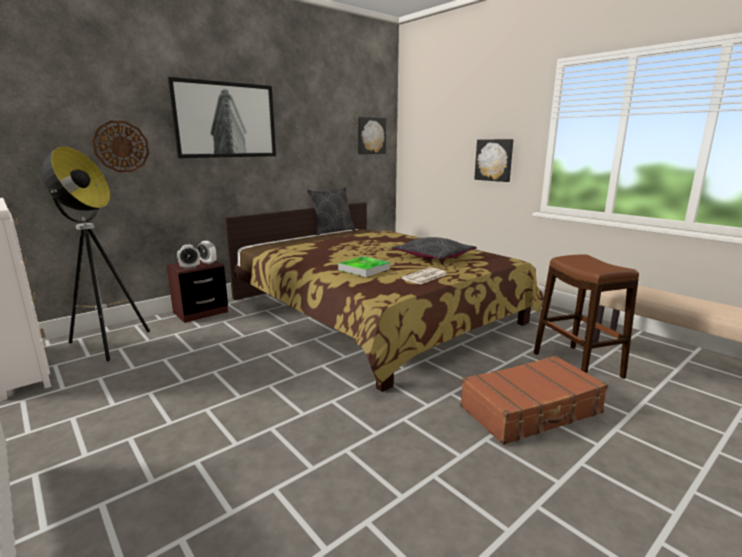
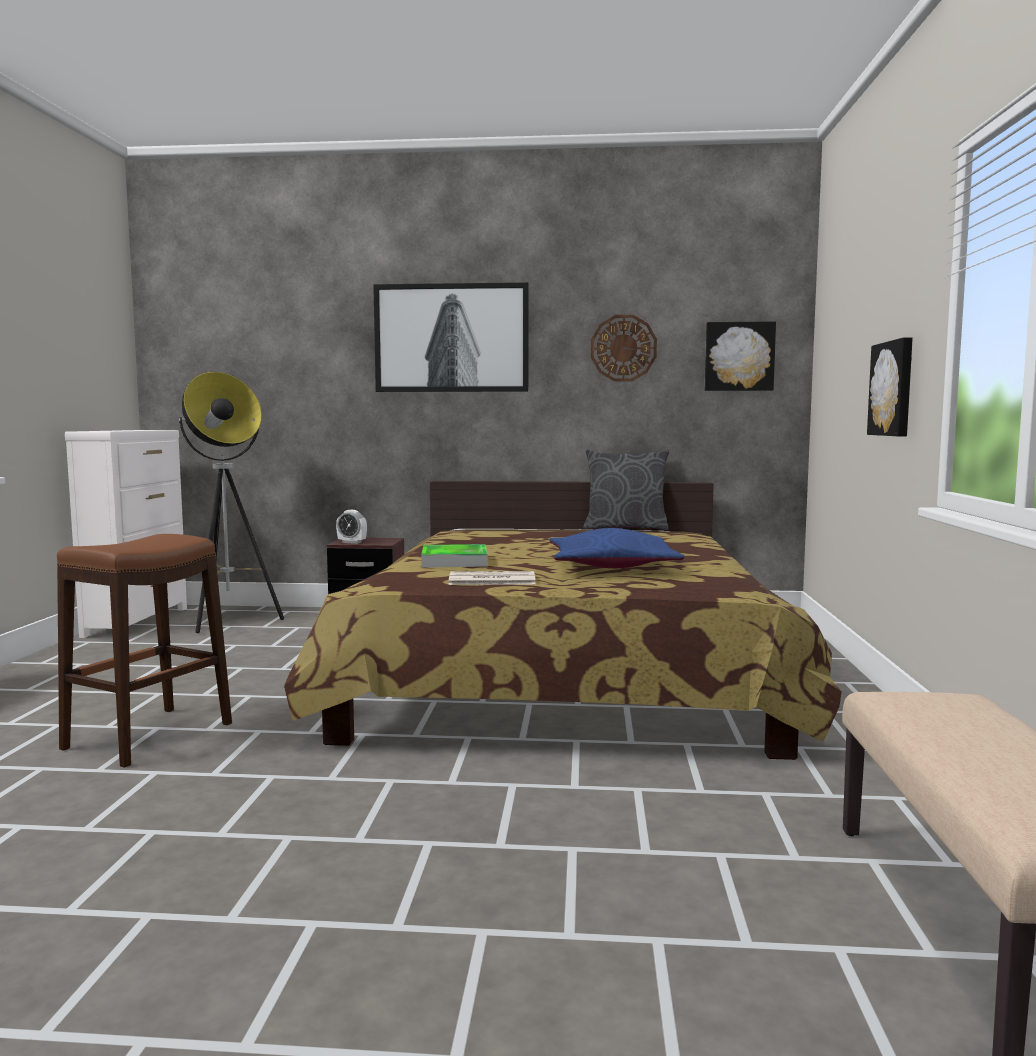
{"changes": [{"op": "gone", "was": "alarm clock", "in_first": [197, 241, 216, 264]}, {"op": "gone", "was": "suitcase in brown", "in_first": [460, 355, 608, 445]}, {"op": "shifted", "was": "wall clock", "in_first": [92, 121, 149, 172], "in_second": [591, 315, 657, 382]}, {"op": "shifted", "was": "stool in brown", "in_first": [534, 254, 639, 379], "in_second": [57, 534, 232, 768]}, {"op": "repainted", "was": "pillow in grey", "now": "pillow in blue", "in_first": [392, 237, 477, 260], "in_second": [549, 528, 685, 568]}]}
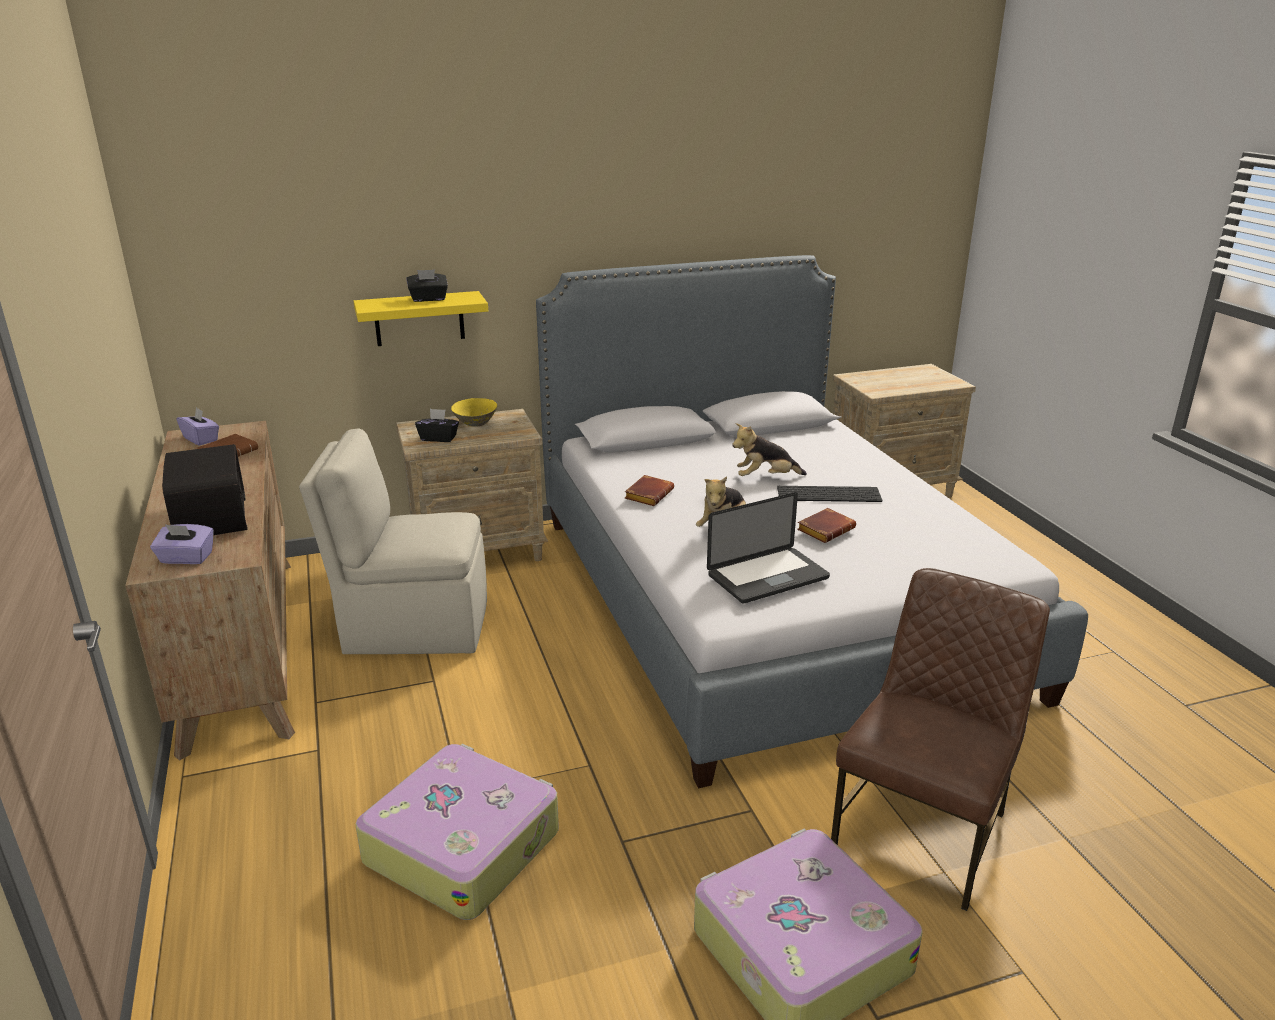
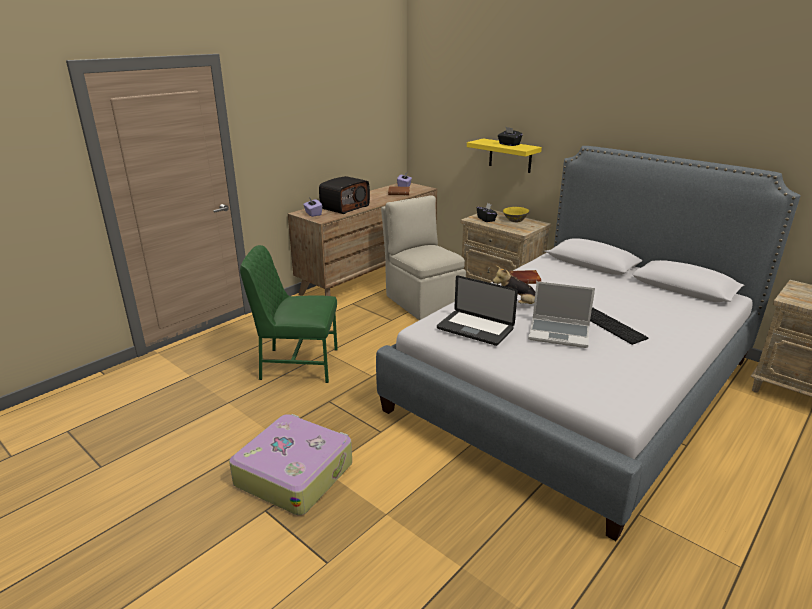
{"changes": [{"op": "gone", "was": "plush toy", "in_first": [732, 423, 807, 476]}, {"op": "gone", "was": "chair in brown", "in_first": [831, 568, 1050, 911]}, {"op": "swapped", "was": "suitcase", "now": "chair in green", "in_first": [355, 744, 559, 920], "in_second": [240, 245, 338, 383]}, {"op": "swapped", "was": "book in brown", "now": "laptop", "in_first": [797, 508, 856, 543], "in_second": [528, 281, 595, 348]}]}
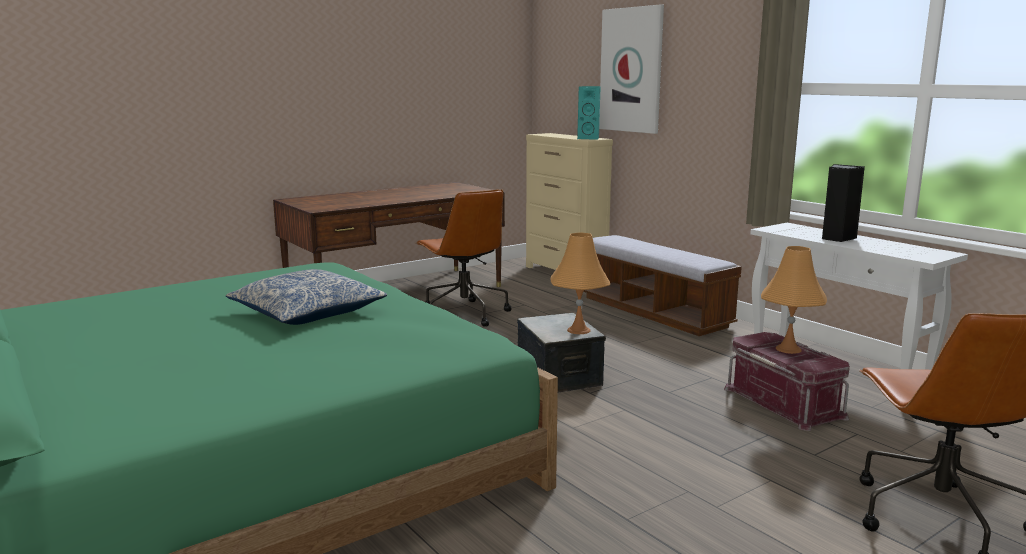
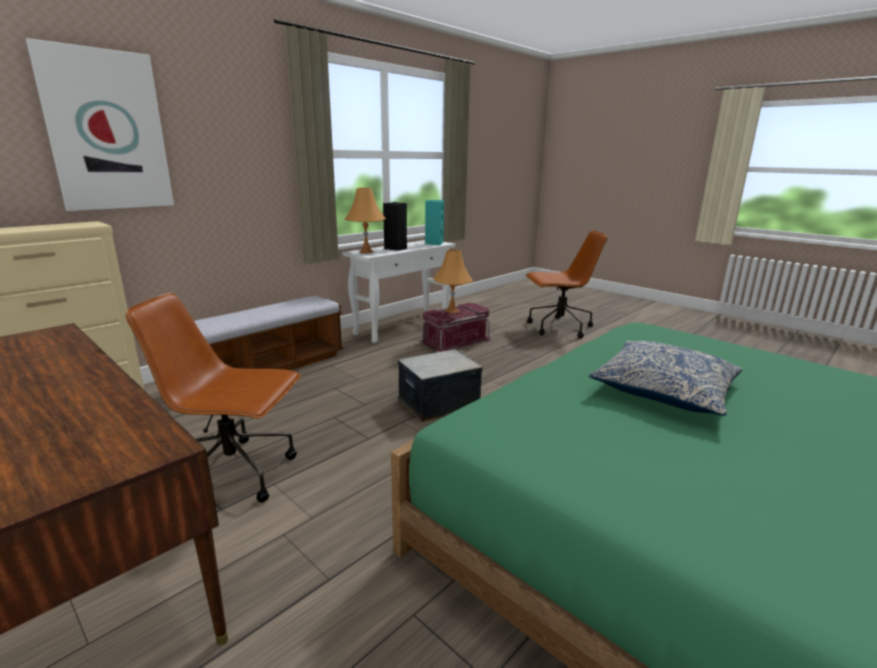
{"changes": [{"op": "shifted", "was": "table lamp in orange", "in_first": [551, 233, 610, 334], "in_second": [345, 188, 386, 254]}, {"op": "shifted", "was": "speaker in turquoise", "in_first": [577, 86, 601, 140], "in_second": [425, 200, 444, 245]}, {"op": "rotated", "was": "office chair in brown", "in_first": [416, 189, 512, 327], "in_second": [126, 293, 301, 502], "clockwise": -135}]}
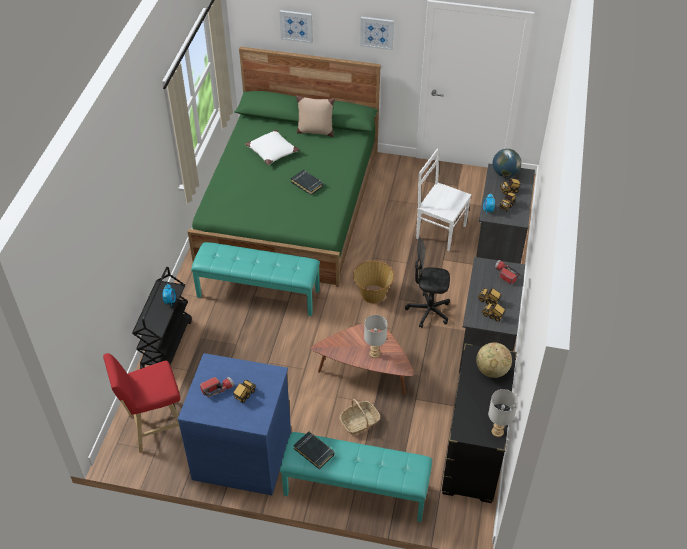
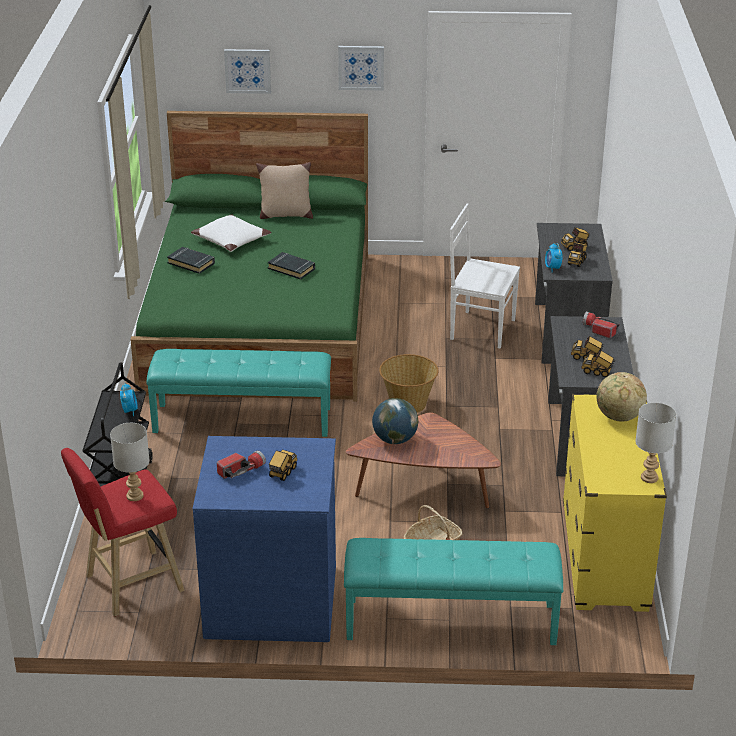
{"changes": [{"op": "gone", "was": "office chair in black", "in_first": [405, 237, 450, 328]}, {"op": "shifted", "was": "book in black", "in_first": [293, 432, 334, 469], "in_second": [167, 247, 215, 274]}, {"op": "shifted", "was": "table lamp in grey", "in_first": [364, 315, 387, 358], "in_second": [110, 423, 150, 501]}, {"op": "shifted", "was": "globe", "in_first": [493, 149, 521, 177], "in_second": [372, 398, 418, 444]}, {"op": "repainted", "was": "dresser in black", "now": "dresser in yellow", "in_first": [441, 343, 517, 503], "in_second": [563, 394, 667, 612]}]}
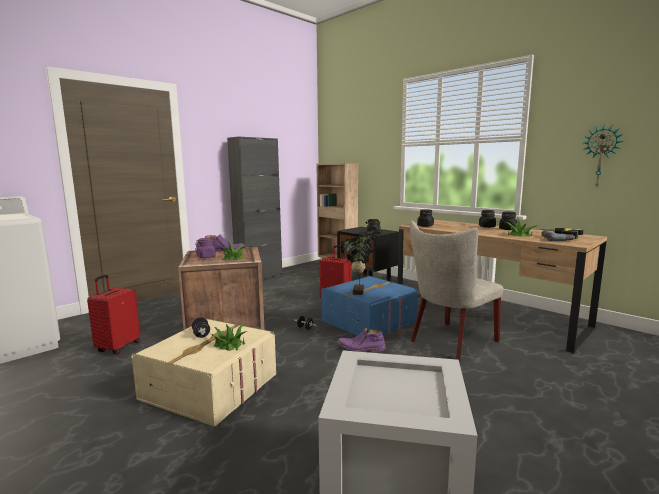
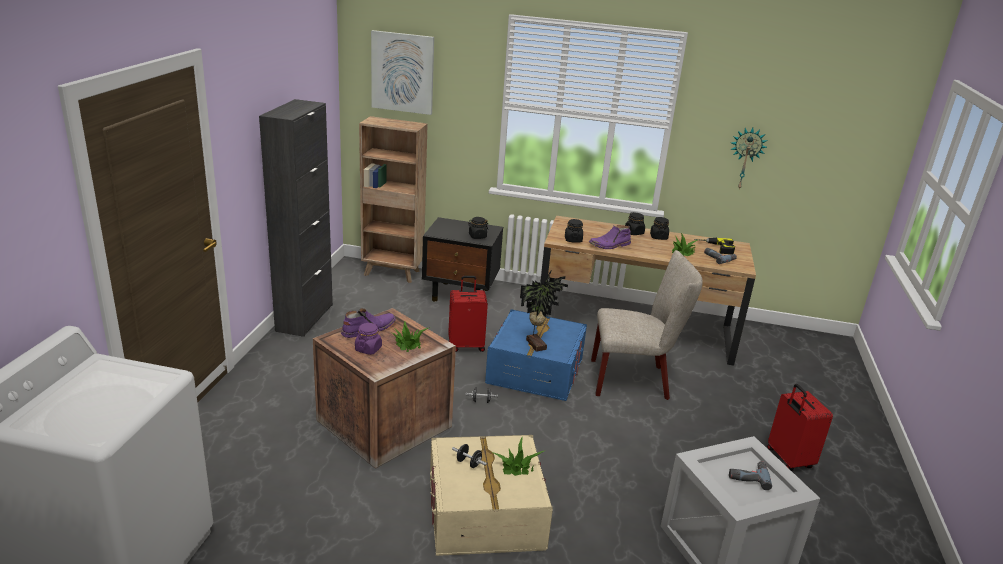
{"changes": [{"op": "new", "now": "picture", "in_second": [371, 30, 434, 115]}, {"op": "new", "now": "power drill", "in_second": [729, 461, 772, 490]}, {"op": "shifted", "was": "suitcase in red", "in_first": [87, 275, 140, 354], "in_second": [767, 384, 833, 471]}, {"op": "shifted", "was": "boot in purple", "in_first": [337, 328, 386, 352], "in_second": [589, 225, 631, 249]}, {"op": "rotated", "was": "chair in beige", "in_first": [410, 220, 504, 361], "in_second": [591, 250, 703, 400], "clockwise": -105}]}
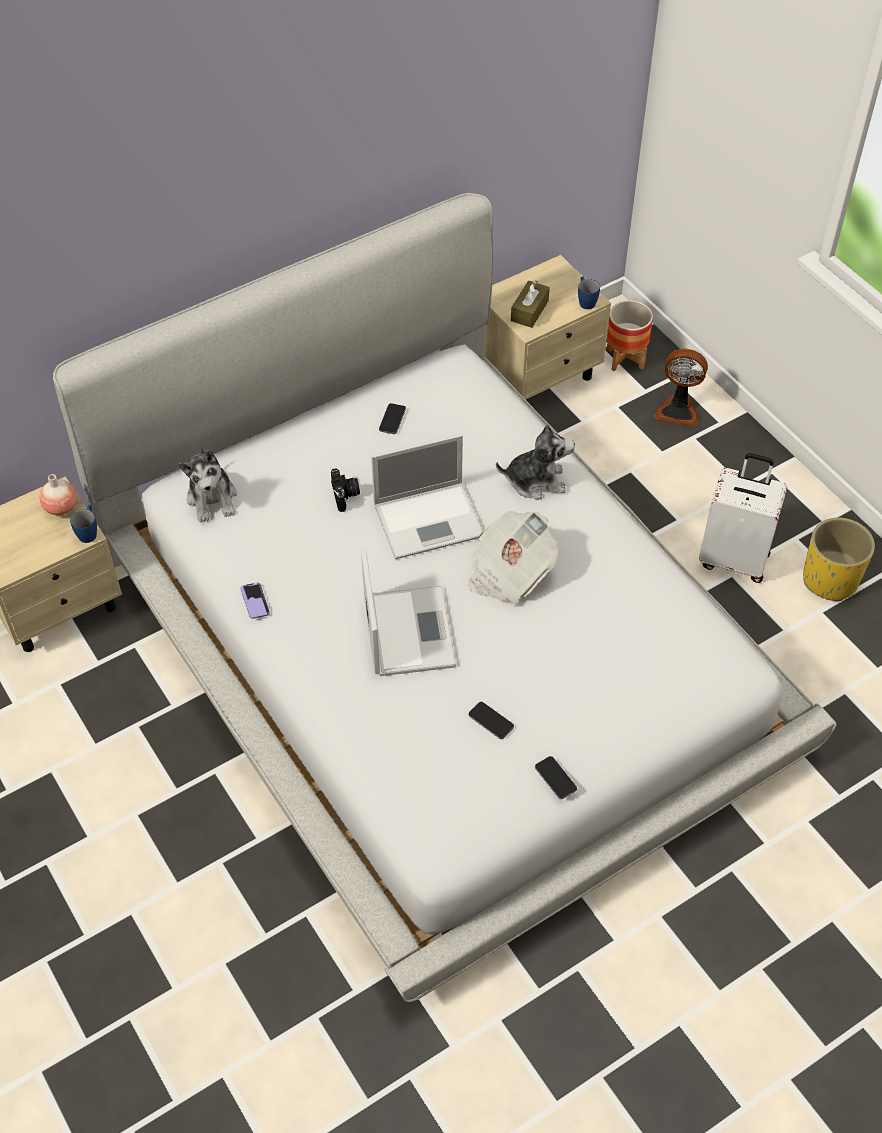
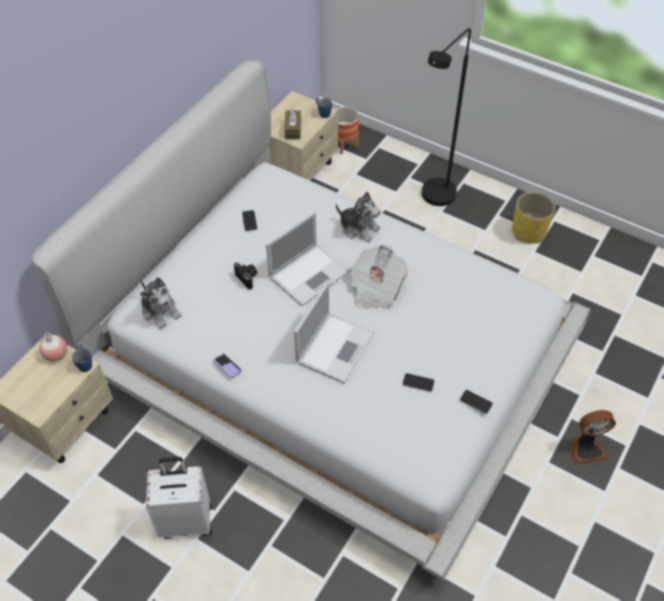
{"changes": [{"op": "new", "now": "floor lamp in black", "in_second": [422, 28, 471, 206]}, {"op": "shifted", "was": "fan", "in_first": [654, 349, 708, 427], "in_second": [572, 410, 616, 464]}, {"op": "shifted", "was": "suitcase in white", "in_first": [699, 453, 787, 583], "in_second": [146, 457, 212, 539]}, {"op": "rotated", "was": "laptop", "in_first": [361, 548, 456, 676], "in_second": [294, 282, 374, 383], "clockwise": 60}, {"op": "rotated", "was": "plush toy", "in_first": [496, 423, 575, 500], "in_second": [336, 192, 380, 242], "clockwise": 60}]}
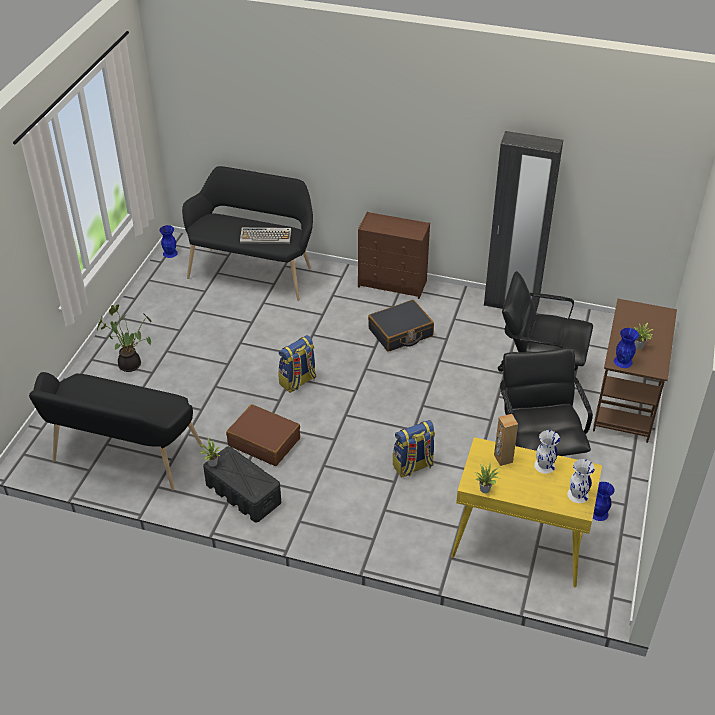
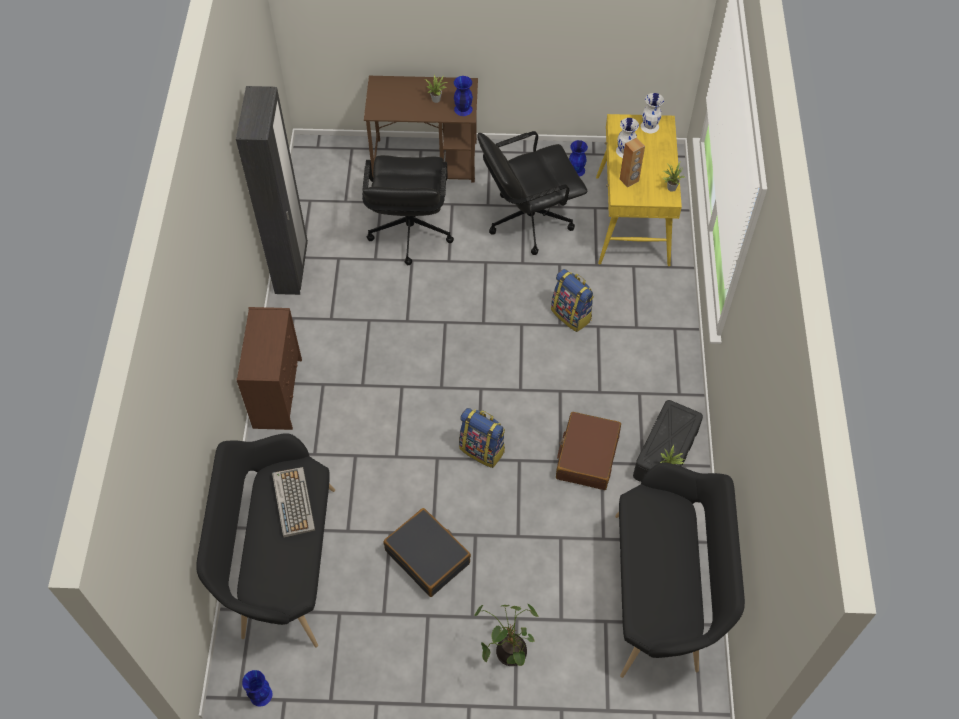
{"changes": [{"op": "shifted", "was": "suitcase in black", "in_first": [368, 300, 434, 352], "in_second": [383, 508, 471, 597]}]}
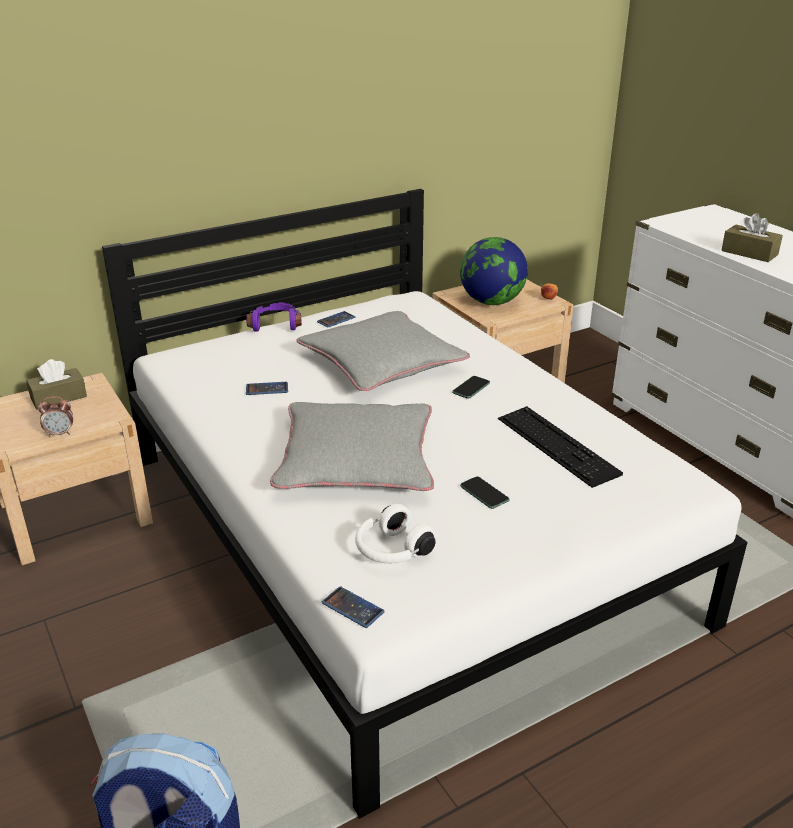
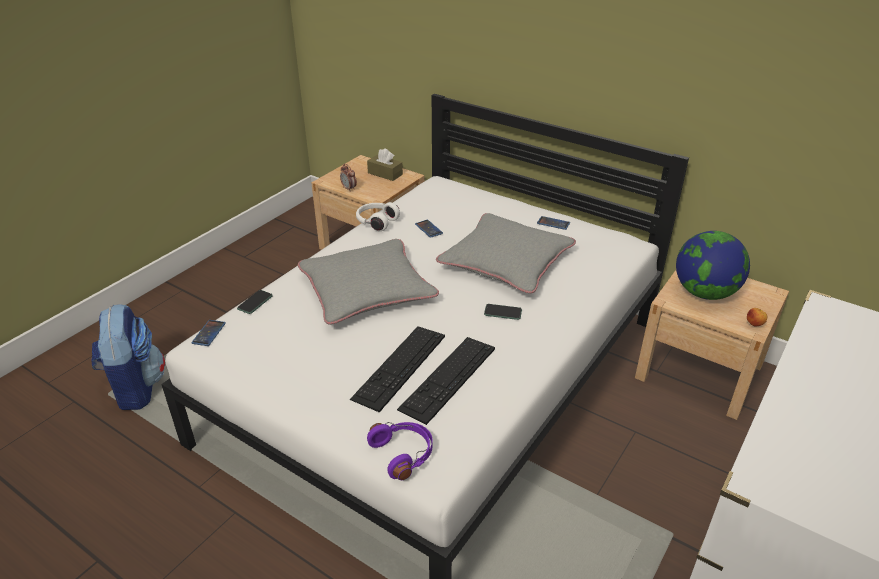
{"changes": [{"op": "gone", "was": "tissue box in brown", "in_first": [721, 213, 783, 262]}, {"op": "new", "now": "keyboard", "in_second": [350, 326, 445, 413]}, {"op": "shifted", "was": "headphones in purple", "in_first": [246, 302, 302, 332], "in_second": [367, 422, 433, 480]}, {"op": "shifted", "was": "headphones in white", "in_first": [355, 504, 436, 563], "in_second": [356, 202, 400, 231]}, {"op": "shifted", "was": "phone", "in_first": [460, 476, 510, 509], "in_second": [237, 290, 273, 314]}]}
